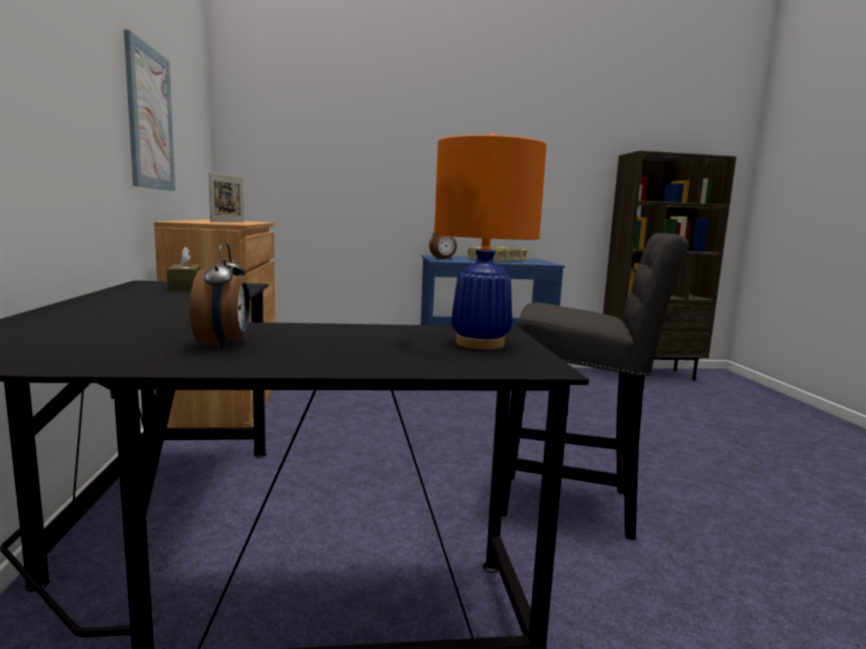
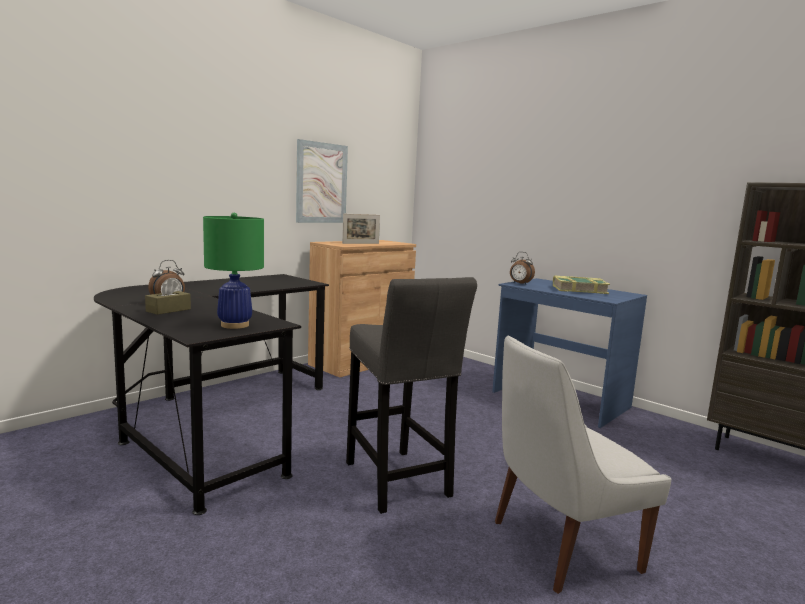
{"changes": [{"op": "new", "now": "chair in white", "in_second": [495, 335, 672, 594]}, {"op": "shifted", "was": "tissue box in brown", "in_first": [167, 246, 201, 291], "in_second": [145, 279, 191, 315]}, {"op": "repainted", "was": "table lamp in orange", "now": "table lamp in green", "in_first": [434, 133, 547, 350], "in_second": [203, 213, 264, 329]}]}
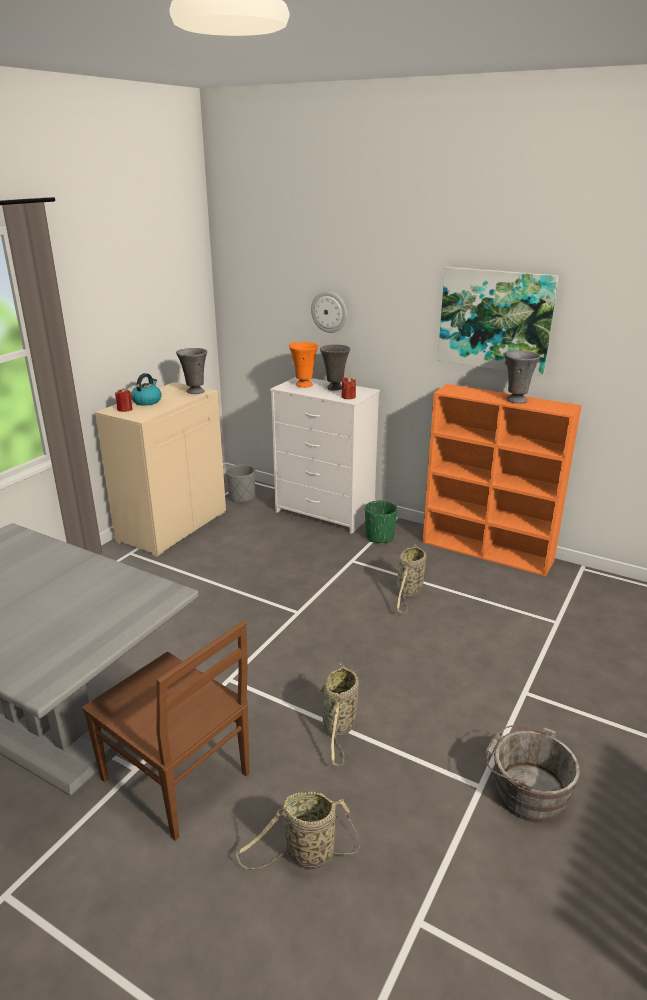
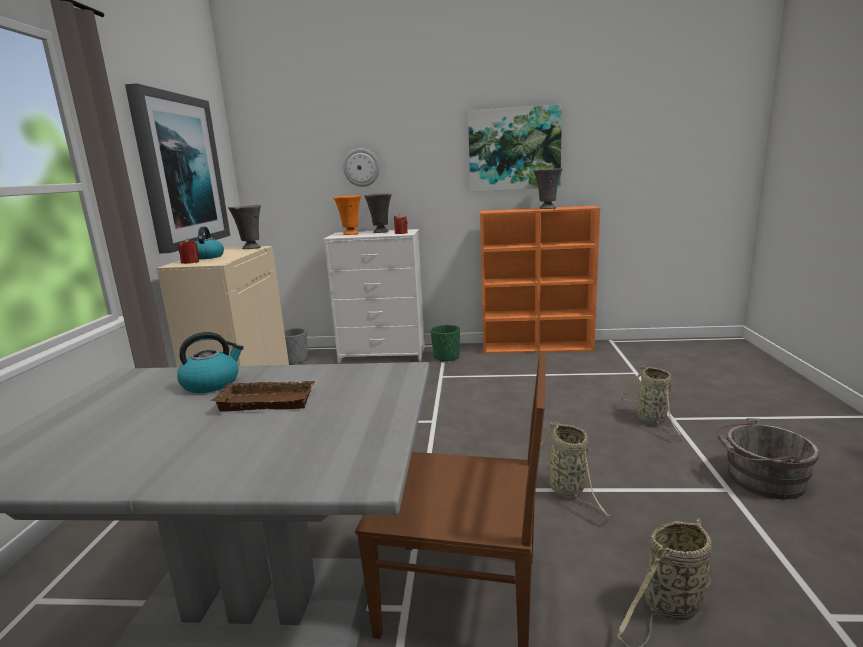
{"changes": [{"op": "new", "now": "picture", "in_second": [125, 83, 230, 254]}, {"op": "new", "now": "kettle", "in_second": [177, 332, 244, 393]}, {"op": "new", "now": "tray in brown", "in_second": [211, 381, 315, 412]}, {"op": "shifted", "was": "basket", "in_first": [396, 544, 426, 613], "in_second": [620, 365, 684, 437]}]}
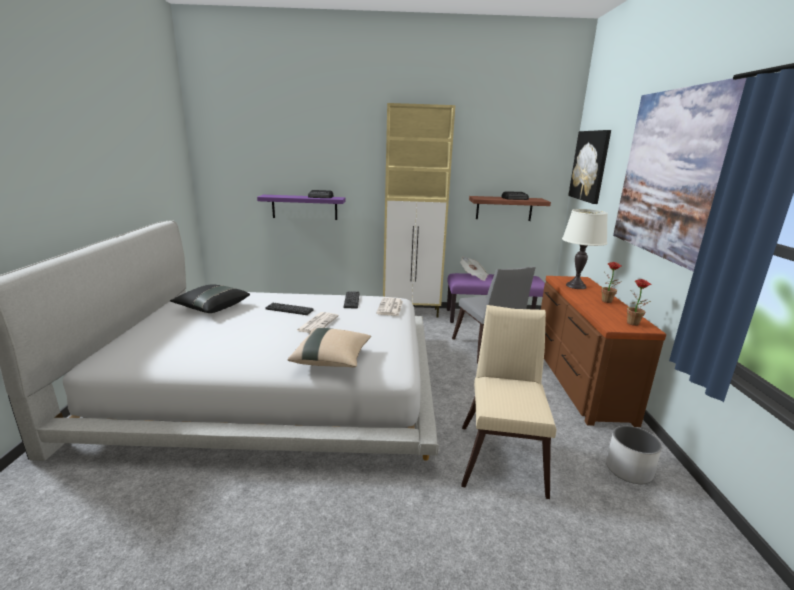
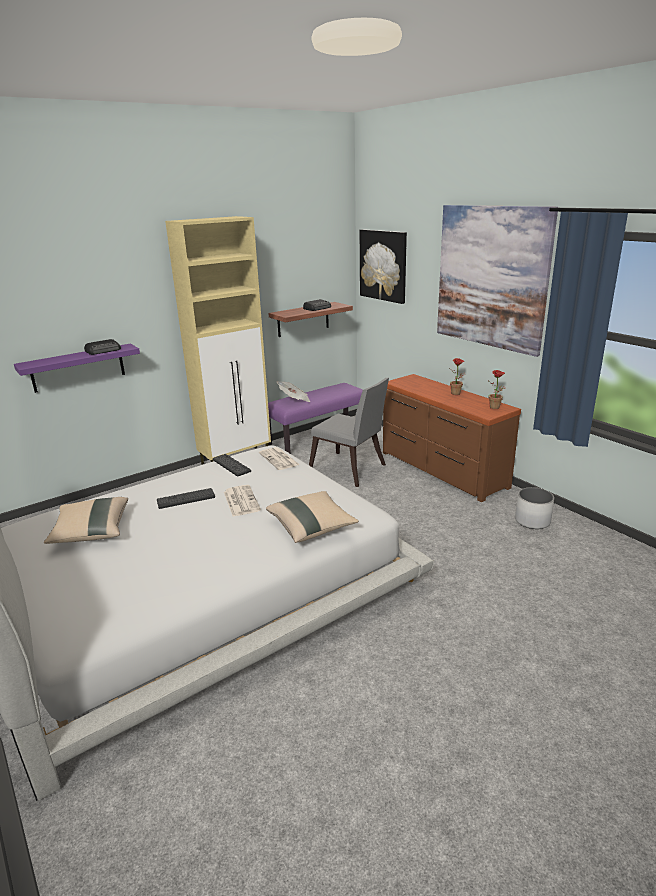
{"changes": [{"op": "gone", "was": "chair in beige", "in_first": [461, 305, 557, 499]}, {"op": "gone", "was": "table lamp in white", "in_first": [562, 209, 608, 289]}, {"op": "repainted", "was": "pillow in black", "now": "pillow in beige", "in_first": [170, 284, 250, 313], "in_second": [44, 497, 128, 544]}]}
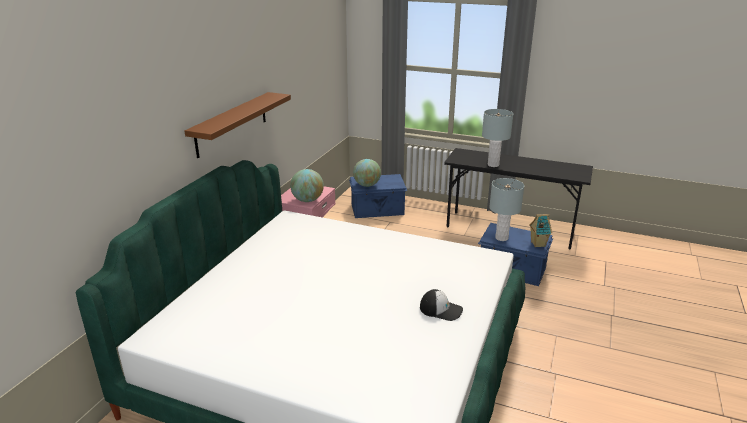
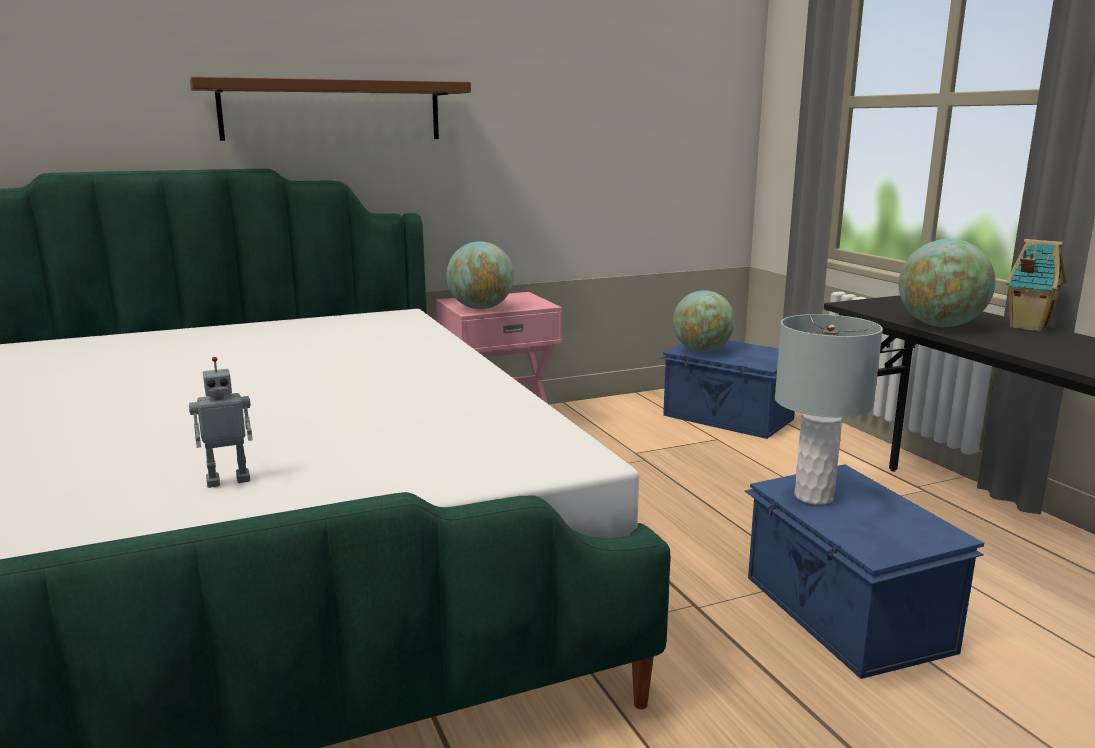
{"changes": [{"op": "shifted", "was": "toy house", "in_first": [529, 214, 552, 247], "in_second": [1006, 239, 1066, 332]}, {"op": "swapped", "was": "cap", "now": "toy robot", "in_first": [420, 289, 463, 321], "in_second": [189, 357, 253, 488]}, {"op": "swapped", "was": "table lamp in grey", "now": "globe", "in_first": [482, 109, 513, 167], "in_second": [899, 239, 996, 327]}]}
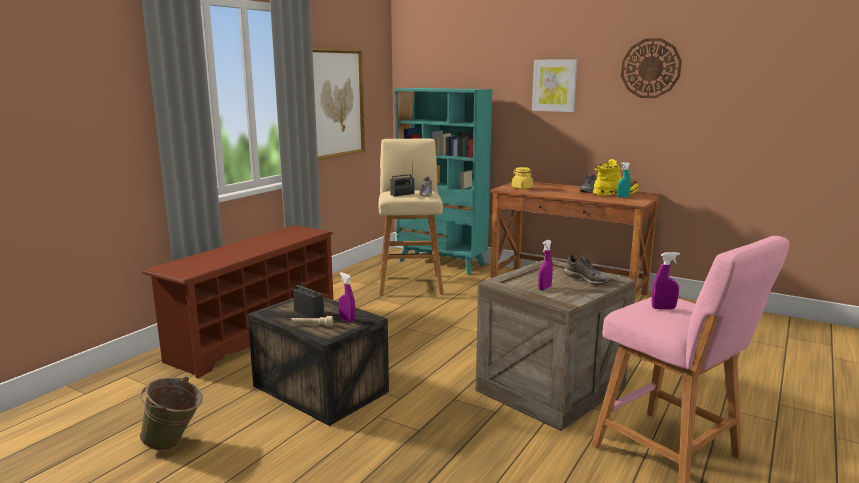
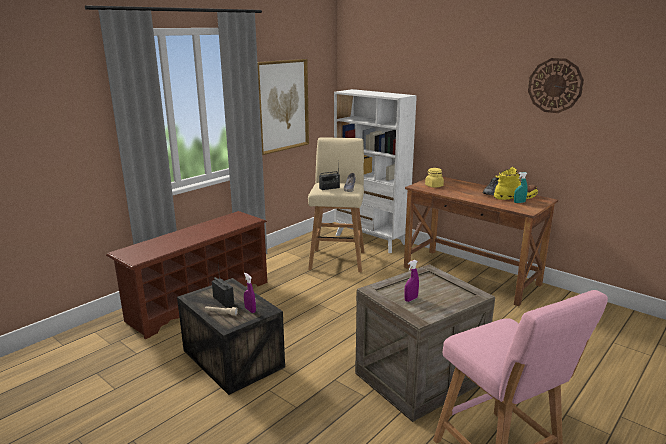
{"changes": [{"op": "gone", "was": "bucket in green", "in_first": [140, 376, 203, 451]}, {"op": "gone", "was": "picture", "in_first": [532, 59, 577, 112]}, {"op": "gone", "was": "shoe in grey", "in_first": [564, 255, 610, 284]}, {"op": "gone", "was": "spray bottle in purple", "in_first": [652, 252, 680, 309]}, {"op": "repainted", "was": "bookcase in turquoise", "now": "bookcase in white", "in_first": [394, 88, 492, 275], "in_second": [334, 89, 417, 253]}]}
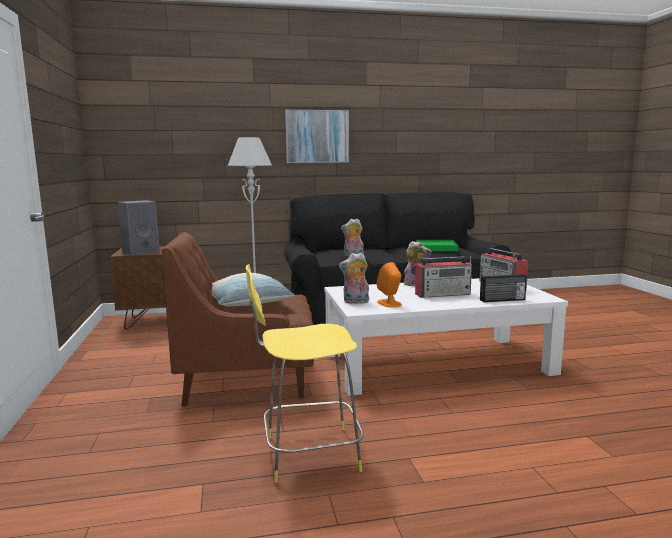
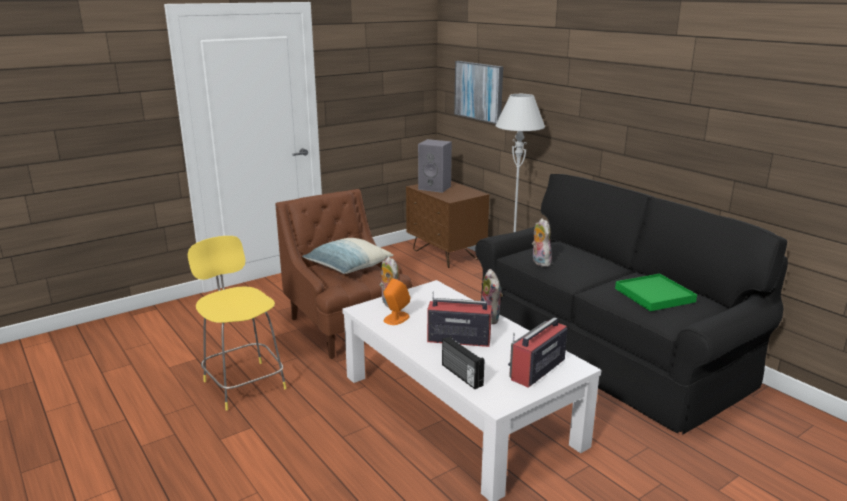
{"changes": [{"op": "shifted", "was": "picture", "in_first": [285, 110, 349, 163], "in_second": [454, 61, 503, 124]}, {"op": "rotated", "was": "radio", "in_first": [415, 256, 472, 298], "in_second": [427, 291, 492, 347], "clockwise": 135}]}
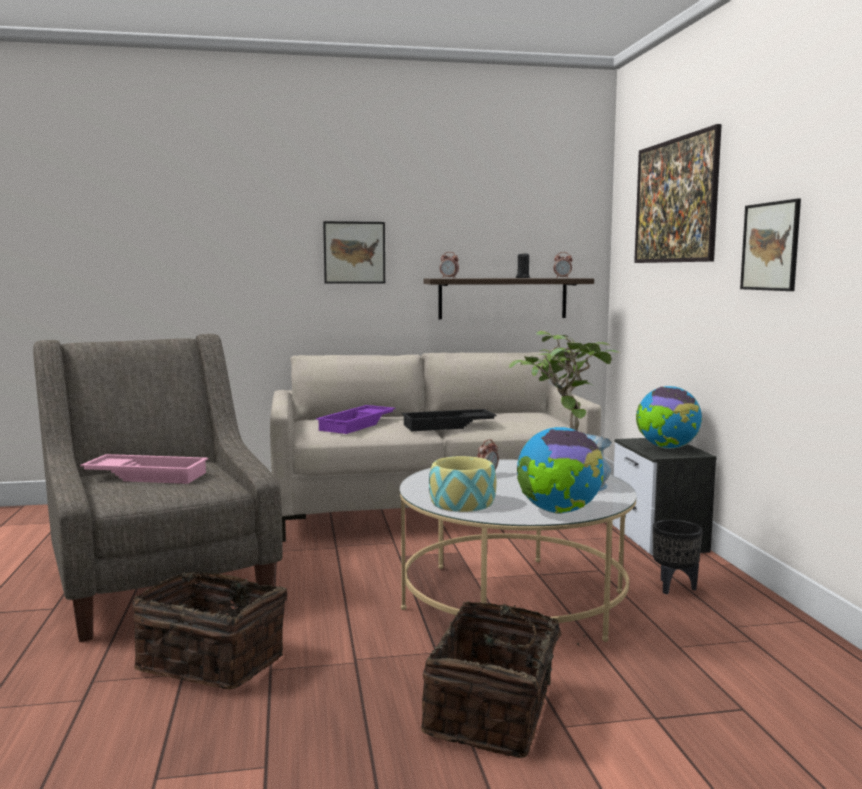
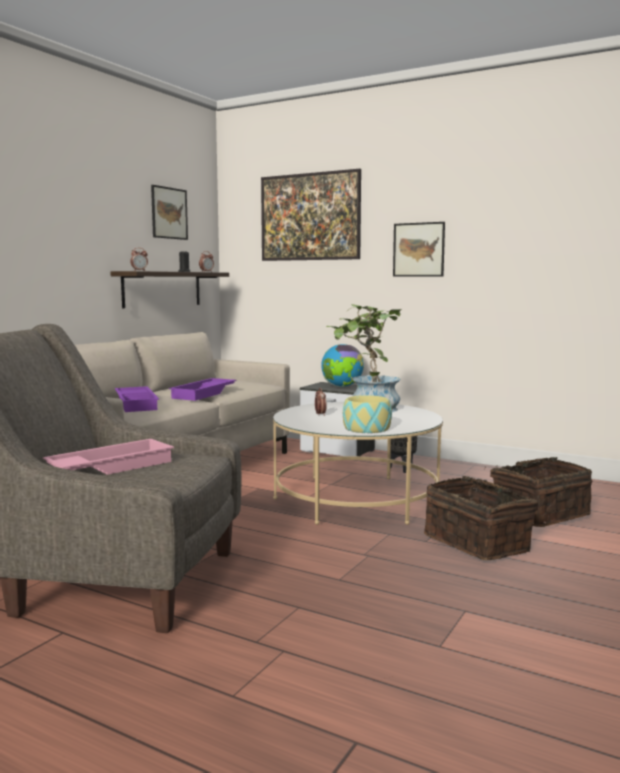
{"changes": [{"op": "gone", "was": "globe", "in_first": [517, 427, 604, 514]}, {"op": "shifted", "was": "basket", "in_first": [132, 569, 287, 689], "in_second": [485, 457, 592, 527]}, {"op": "shifted", "was": "picture", "in_first": [323, 221, 385, 284], "in_second": [151, 185, 188, 240]}, {"op": "repainted", "was": "tray in black", "now": "tray in purple", "in_first": [402, 409, 497, 431], "in_second": [169, 378, 237, 401]}]}
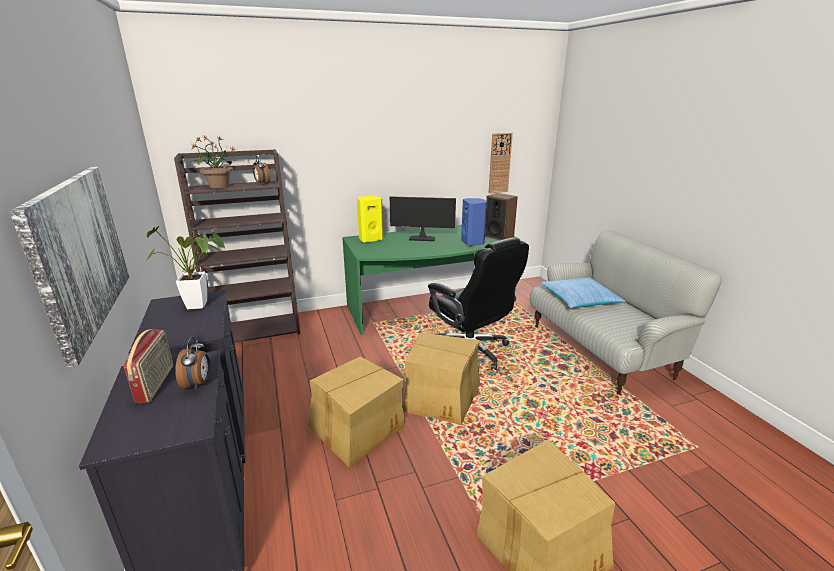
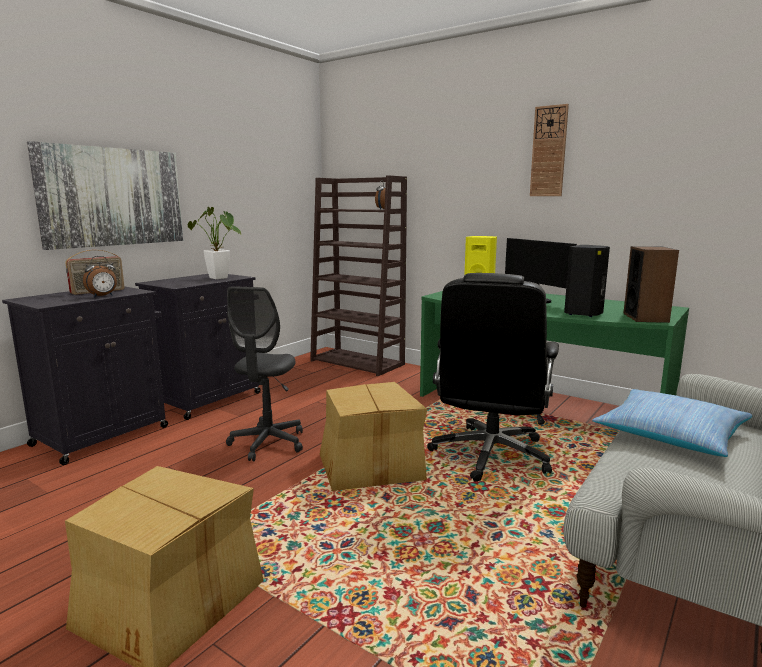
{"changes": [{"op": "gone", "was": "potted plant", "in_first": [189, 136, 234, 188]}, {"op": "shifted", "was": "wall clock", "in_first": [488, 133, 513, 193], "in_second": [530, 104, 569, 196]}, {"op": "swapped", "was": "cardboard box", "now": "office chair in grey", "in_first": [308, 357, 405, 468], "in_second": [226, 286, 303, 461]}, {"op": "repainted", "was": "speaker in blue", "now": "speaker in black", "in_first": [461, 198, 487, 246], "in_second": [564, 245, 610, 317]}]}
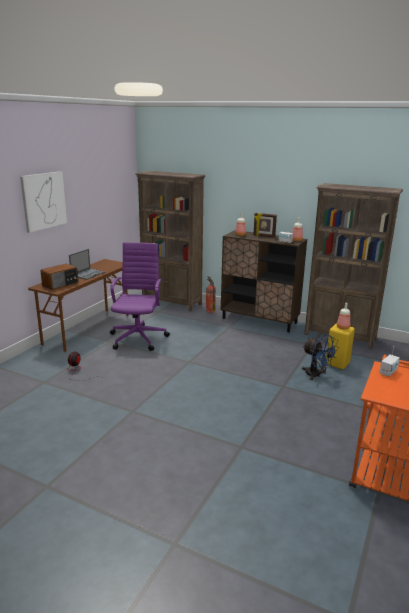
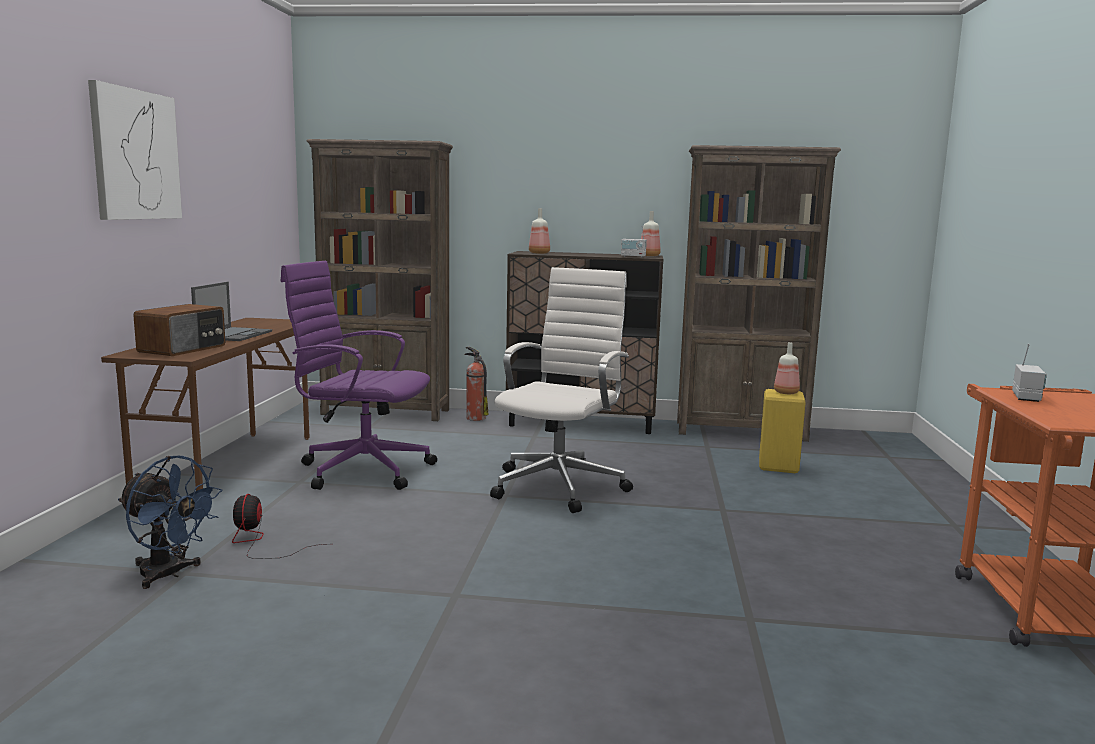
{"changes": [{"op": "gone", "was": "picture frame", "in_first": [254, 213, 277, 237]}, {"op": "new", "now": "office chair in white", "in_second": [490, 267, 633, 513]}, {"op": "shifted", "was": "fan in blue", "in_first": [302, 335, 339, 380], "in_second": [118, 456, 222, 589]}, {"op": "rotated", "was": "office chair in purple", "in_first": [110, 242, 170, 351], "in_second": [280, 261, 437, 490], "clockwise": -60}]}
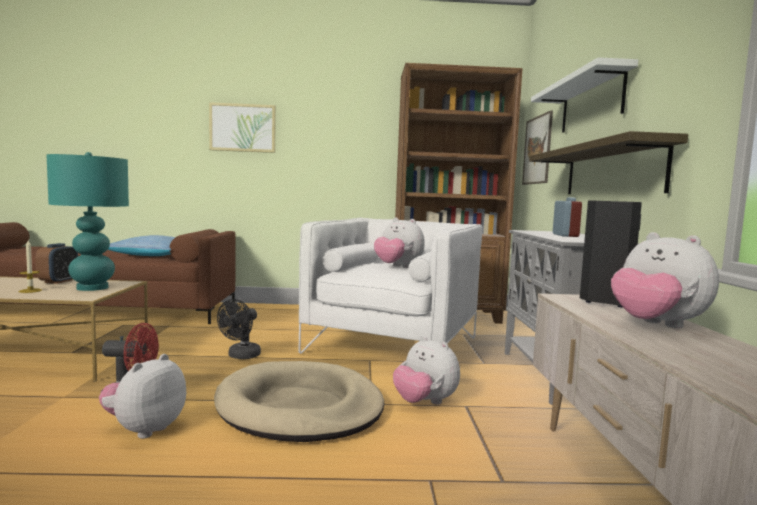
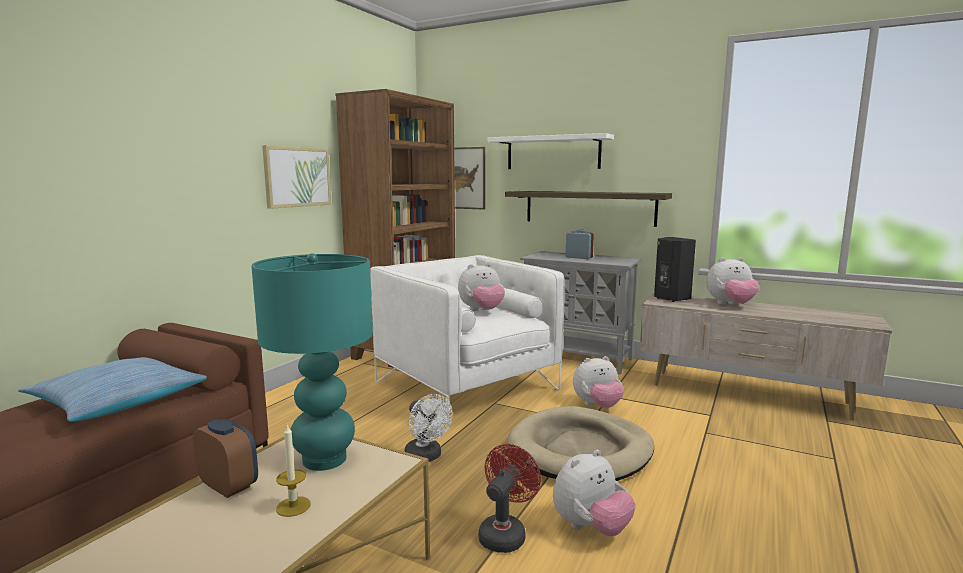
{"changes": [{"op": "shifted", "was": "picture", "in_first": [209, 102, 276, 153], "in_second": [262, 145, 331, 209]}, {"op": "repainted", "was": "fan in black", "now": "fan in white", "in_first": [217, 299, 261, 359], "in_second": [405, 394, 453, 462]}, {"op": "rotated", "was": "plush toy", "in_first": [99, 354, 186, 439], "in_second": [553, 450, 636, 536], "clockwise": -90}]}
